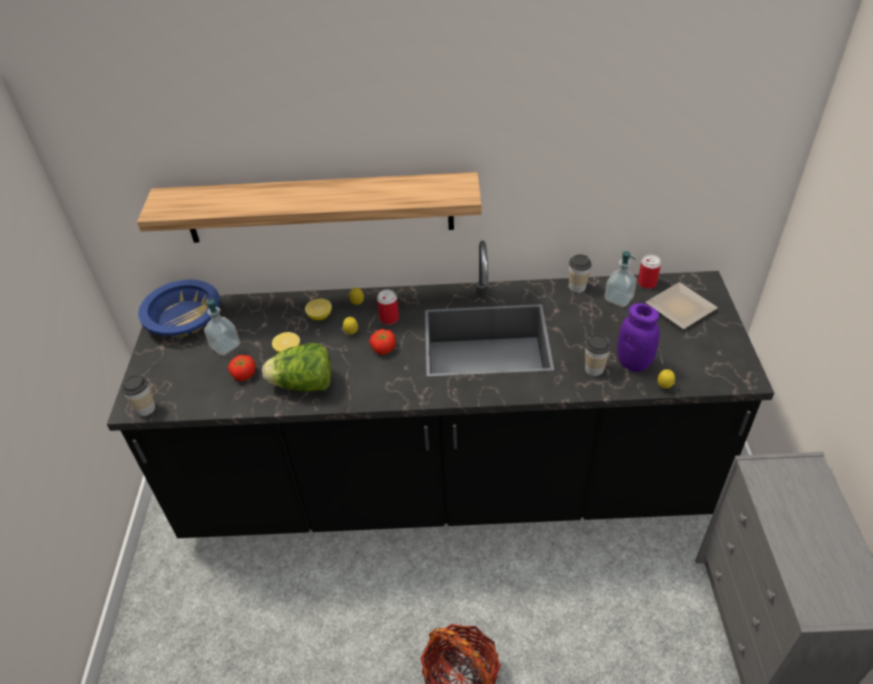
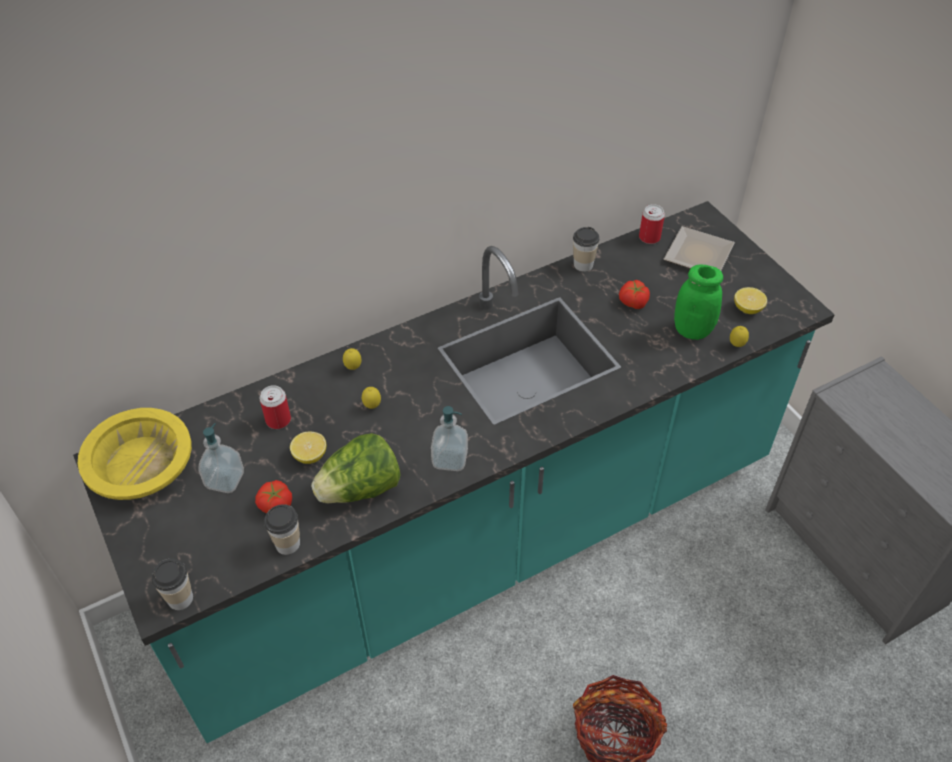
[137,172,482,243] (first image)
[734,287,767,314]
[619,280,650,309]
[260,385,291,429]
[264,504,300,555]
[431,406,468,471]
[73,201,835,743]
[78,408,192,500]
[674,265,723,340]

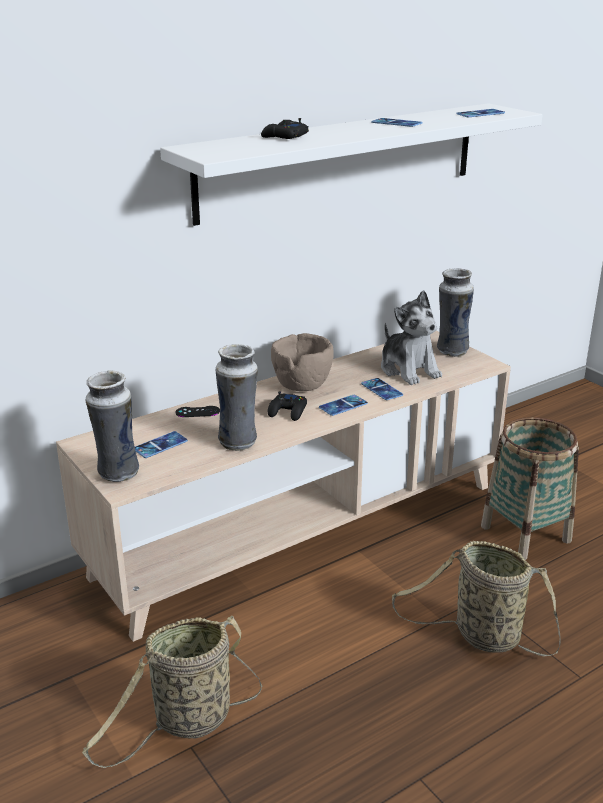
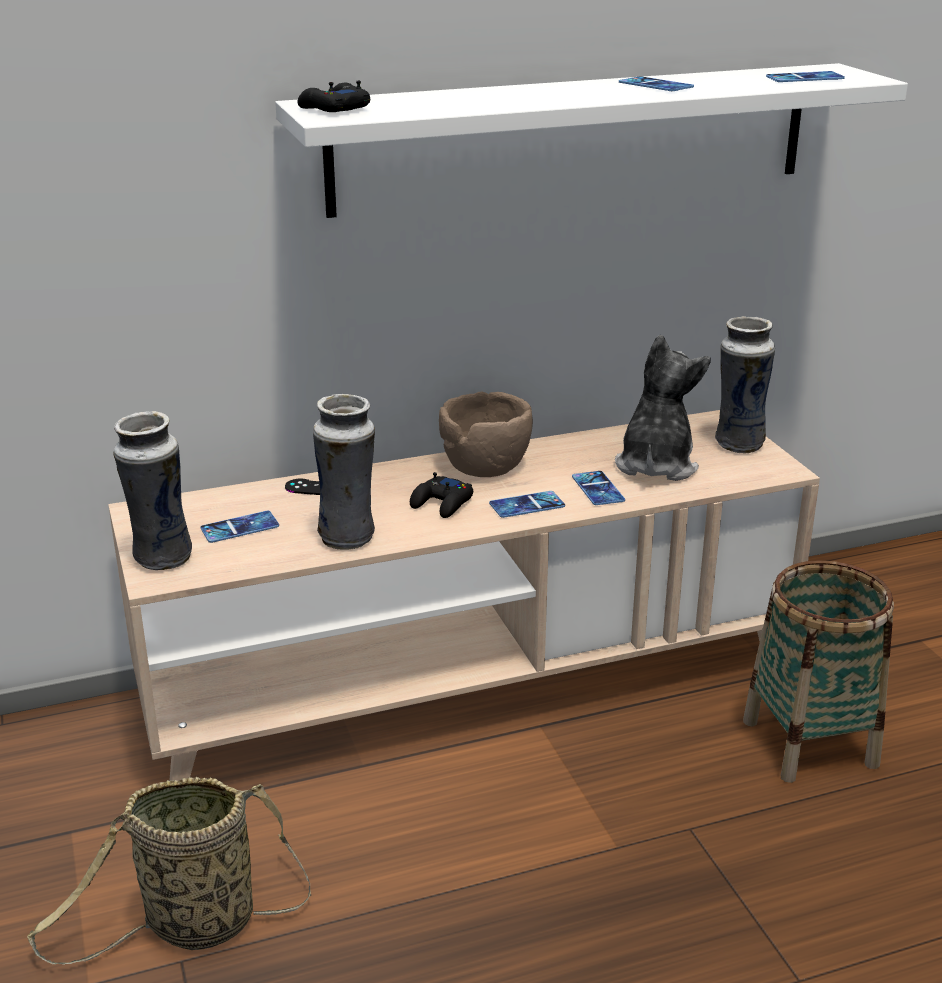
[392,541,561,656] (first image)
[298,81,370,112]
[615,335,711,481]

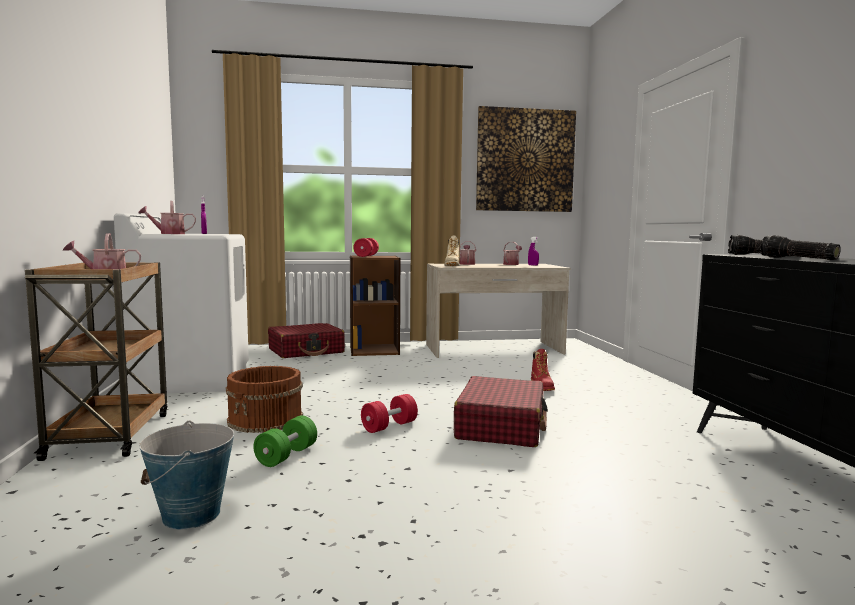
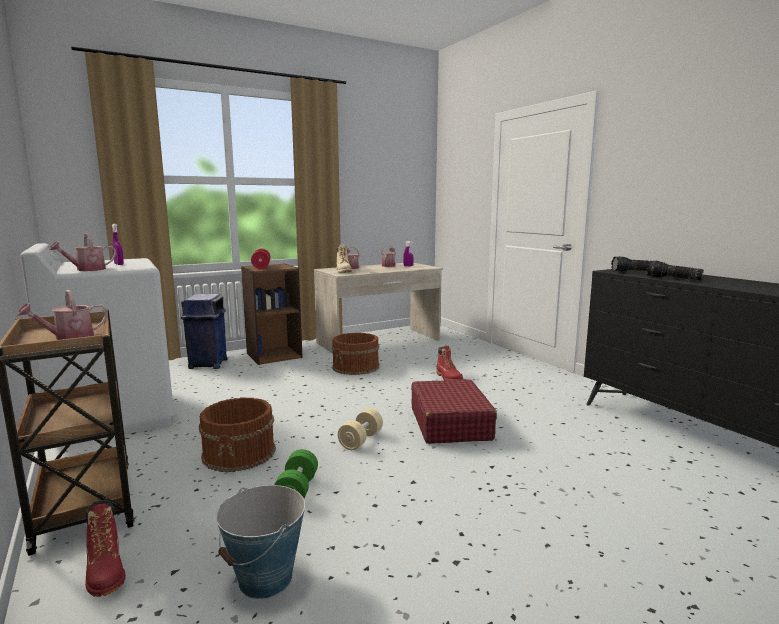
[476,106,576,212] (first image)
[85,500,126,597]
[332,333,379,375]
[181,294,228,369]
[338,408,383,450]

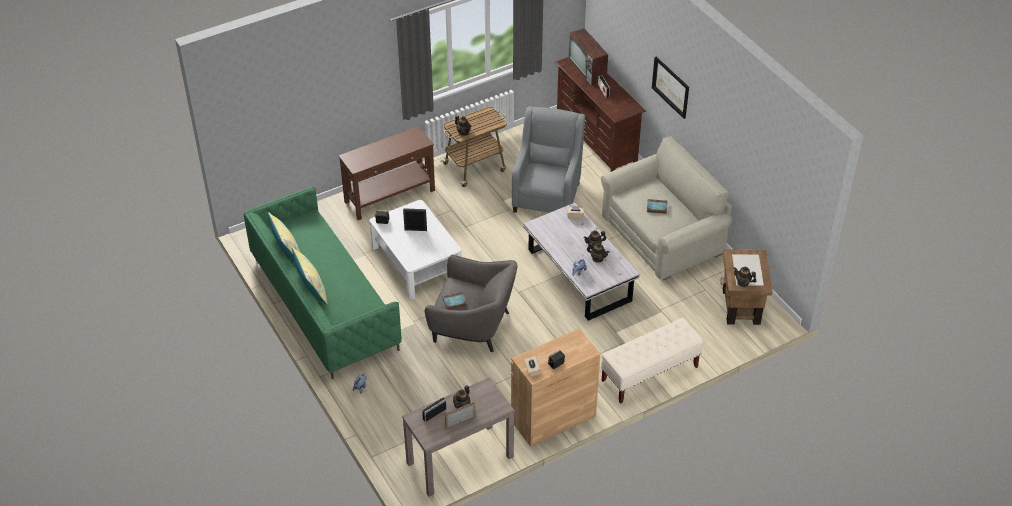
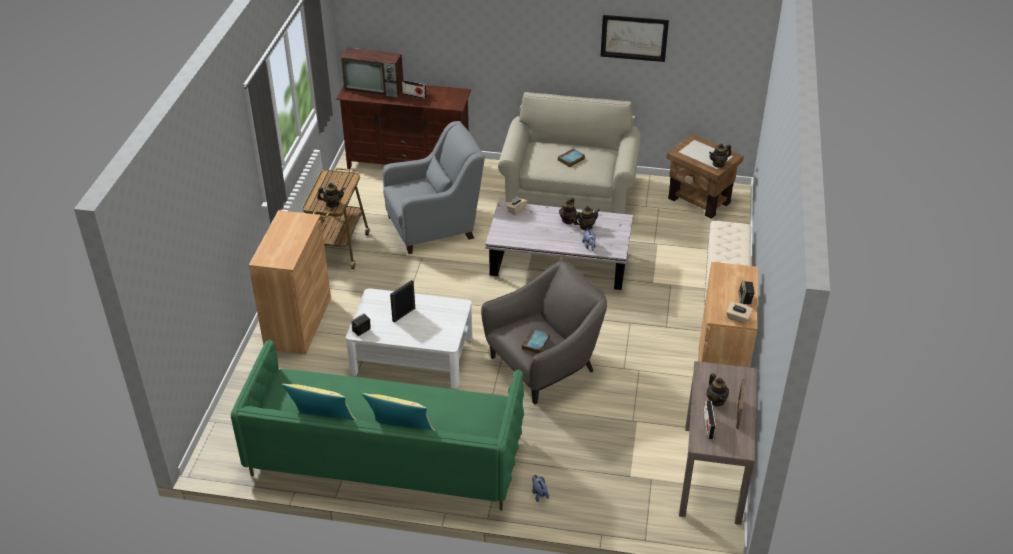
[600,15,669,62]
[249,210,331,354]
[383,121,485,254]

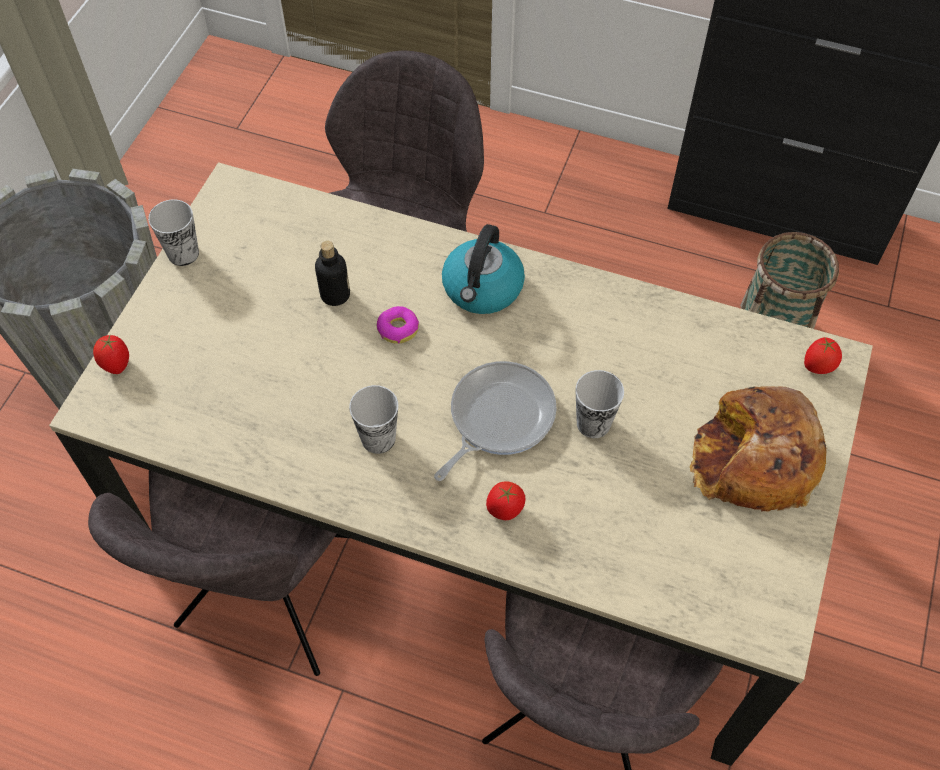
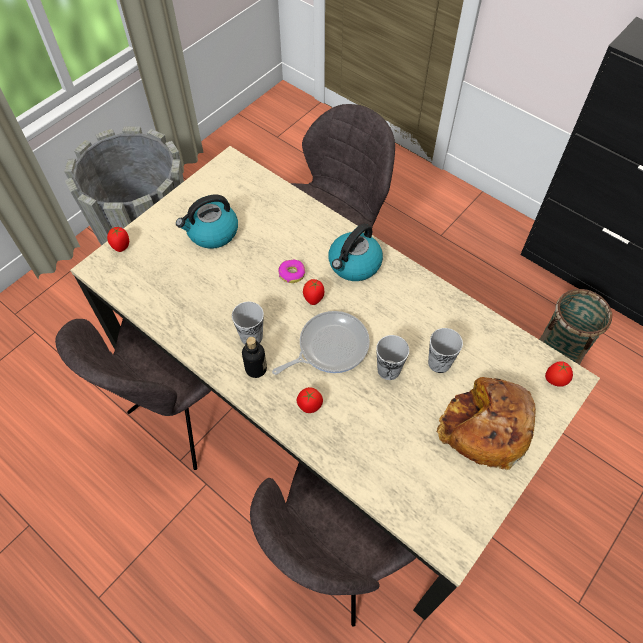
[176,195,238,249]
[303,279,324,305]
[428,328,463,373]
[242,337,267,378]

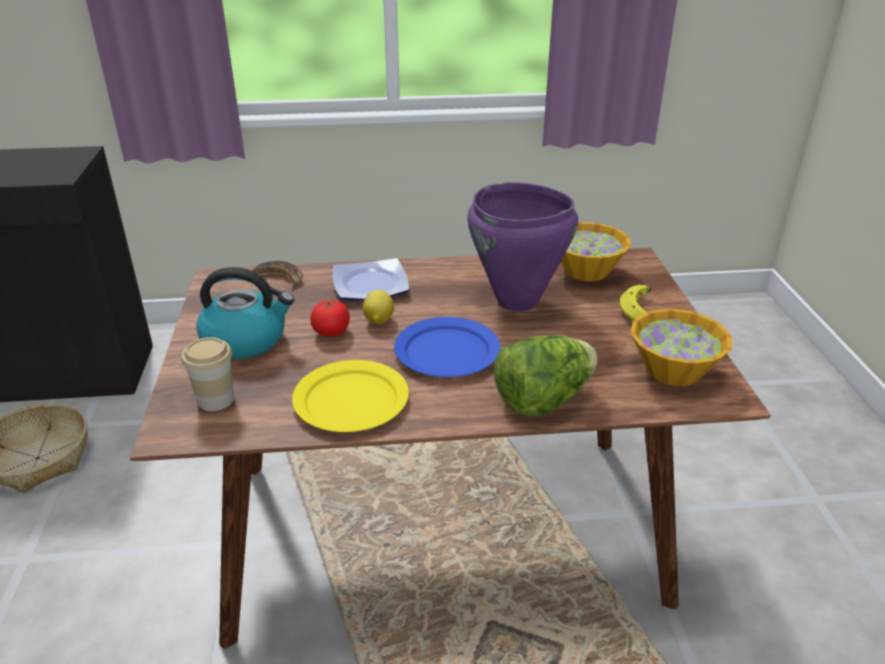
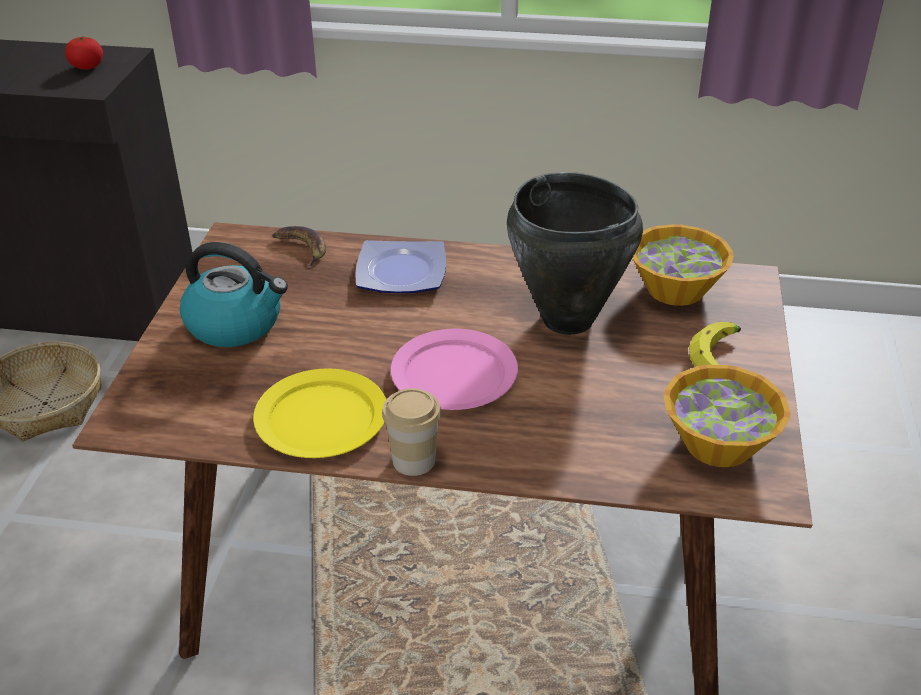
[363,290,394,324] (first image)
[493,335,598,417] (first image)
[382,388,441,476]
[65,37,103,69]
[391,329,518,410]
[507,172,643,335]

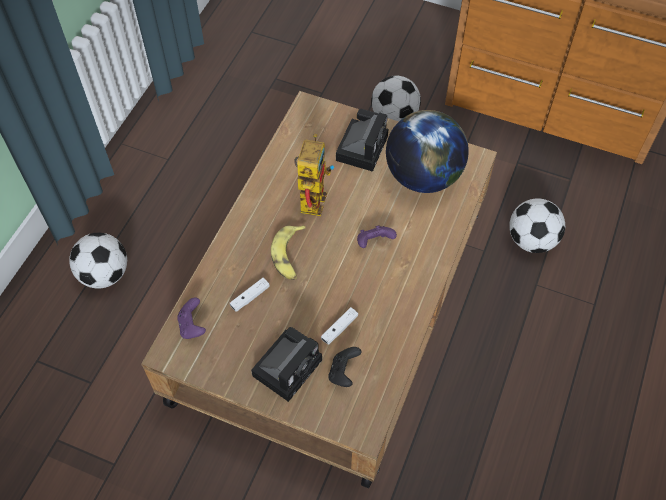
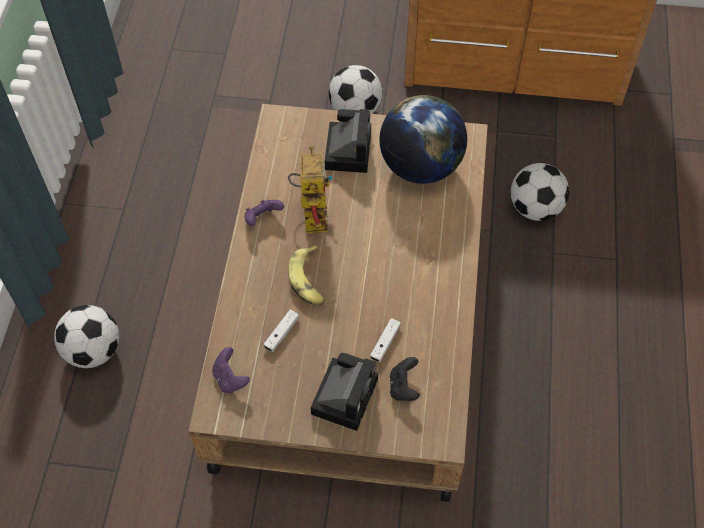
[244,200,284,226]

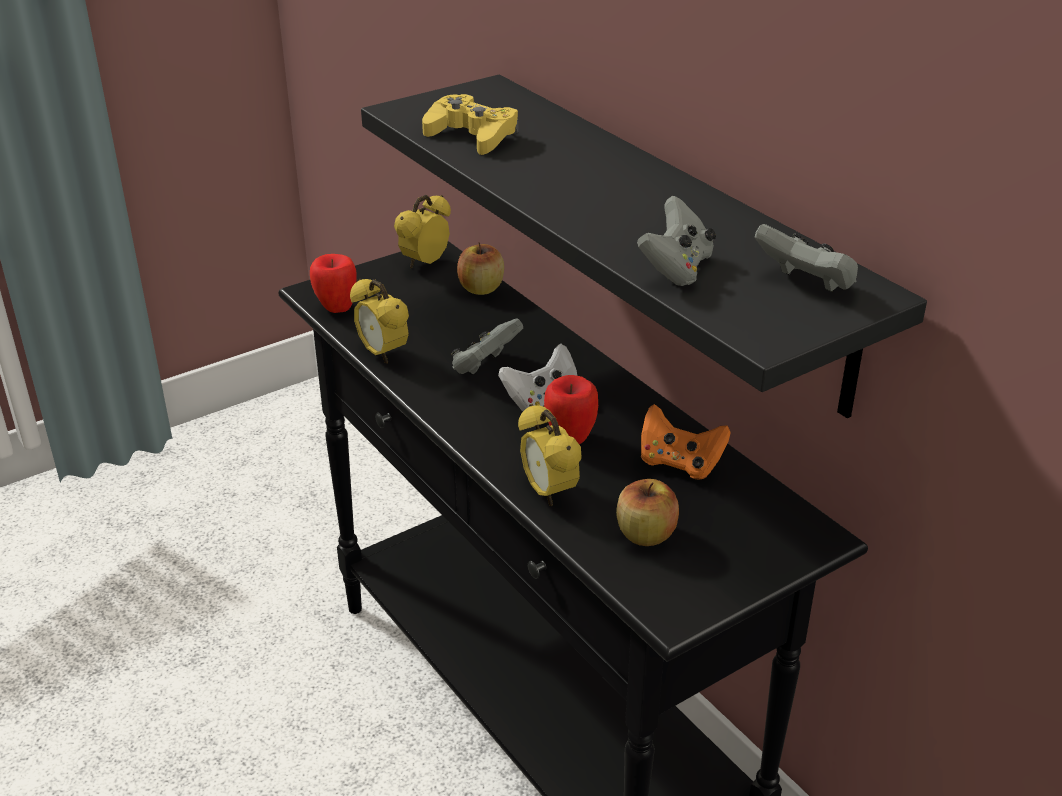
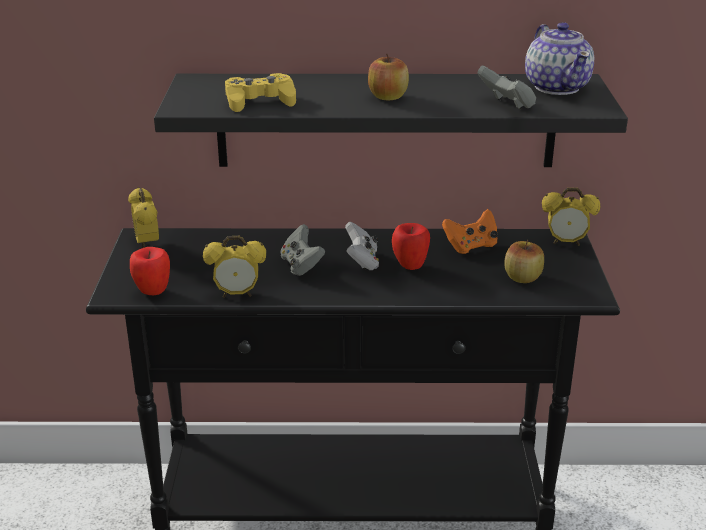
[368,54,409,100]
[542,188,600,246]
[525,22,594,95]

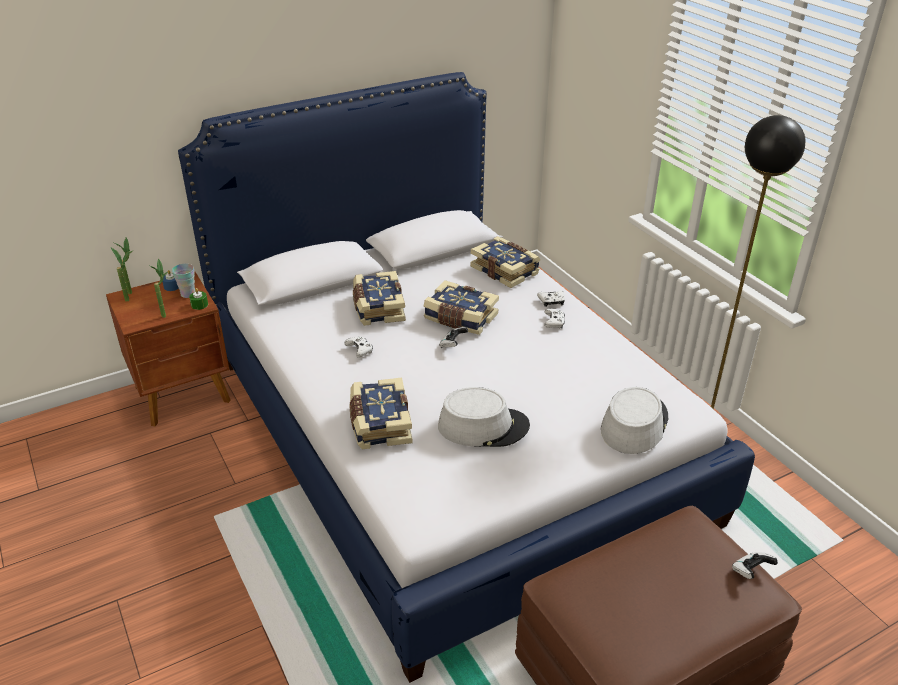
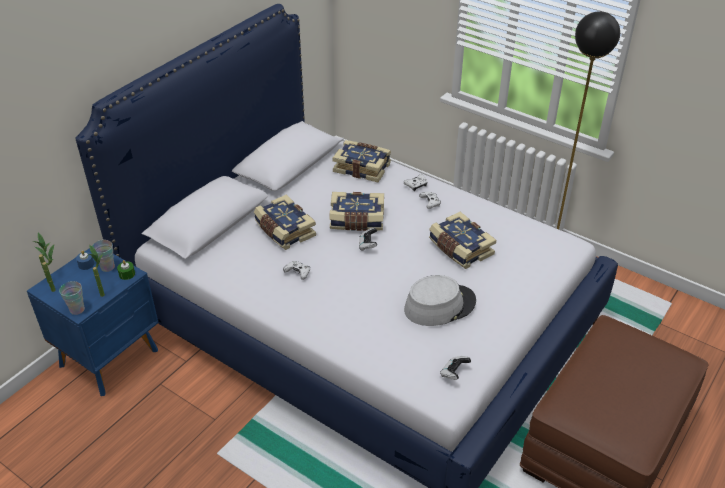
[601,387,668,454] (first image)
[59,281,85,315]
[429,212,496,269]
[440,356,471,380]
[27,248,159,396]

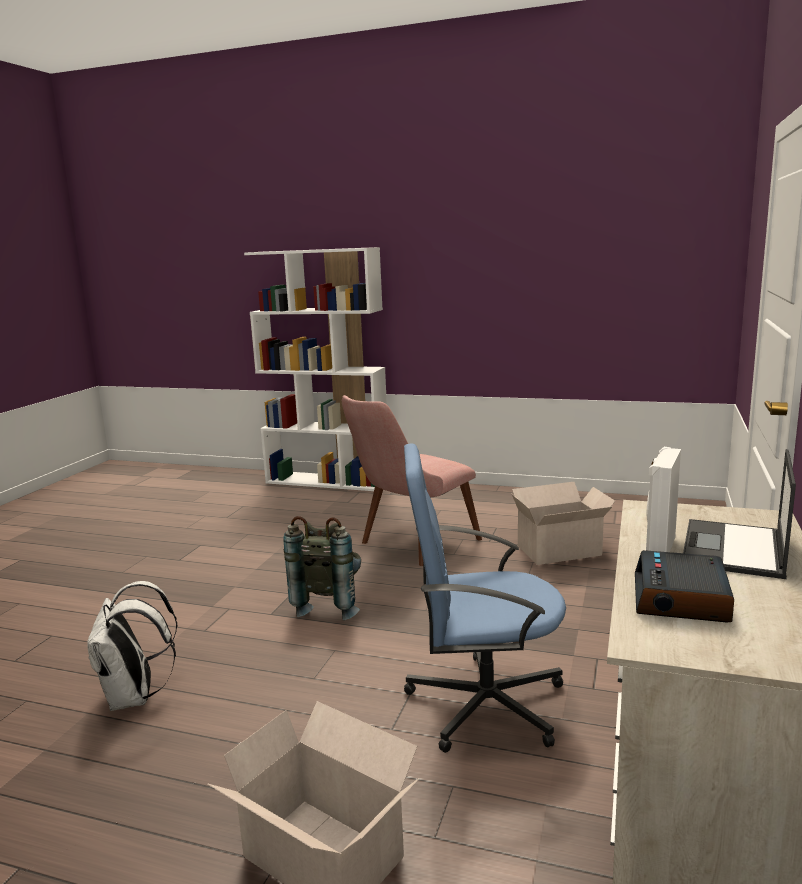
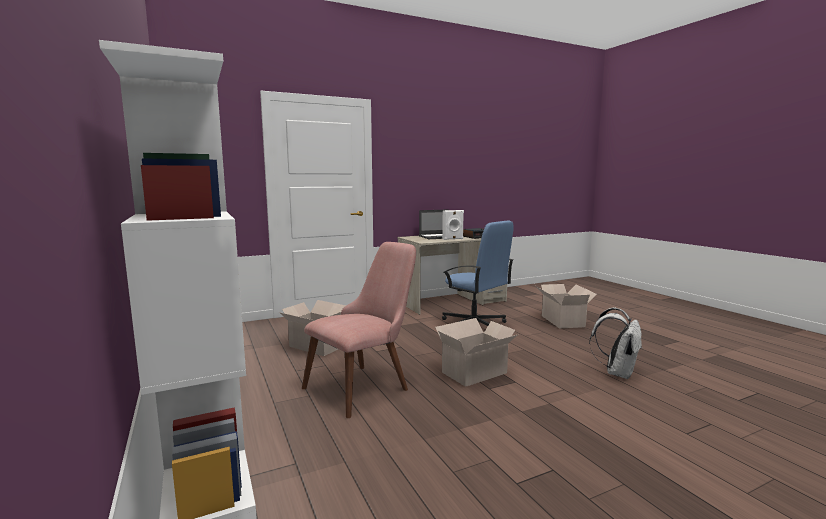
[435,318,517,387]
[302,242,416,418]

